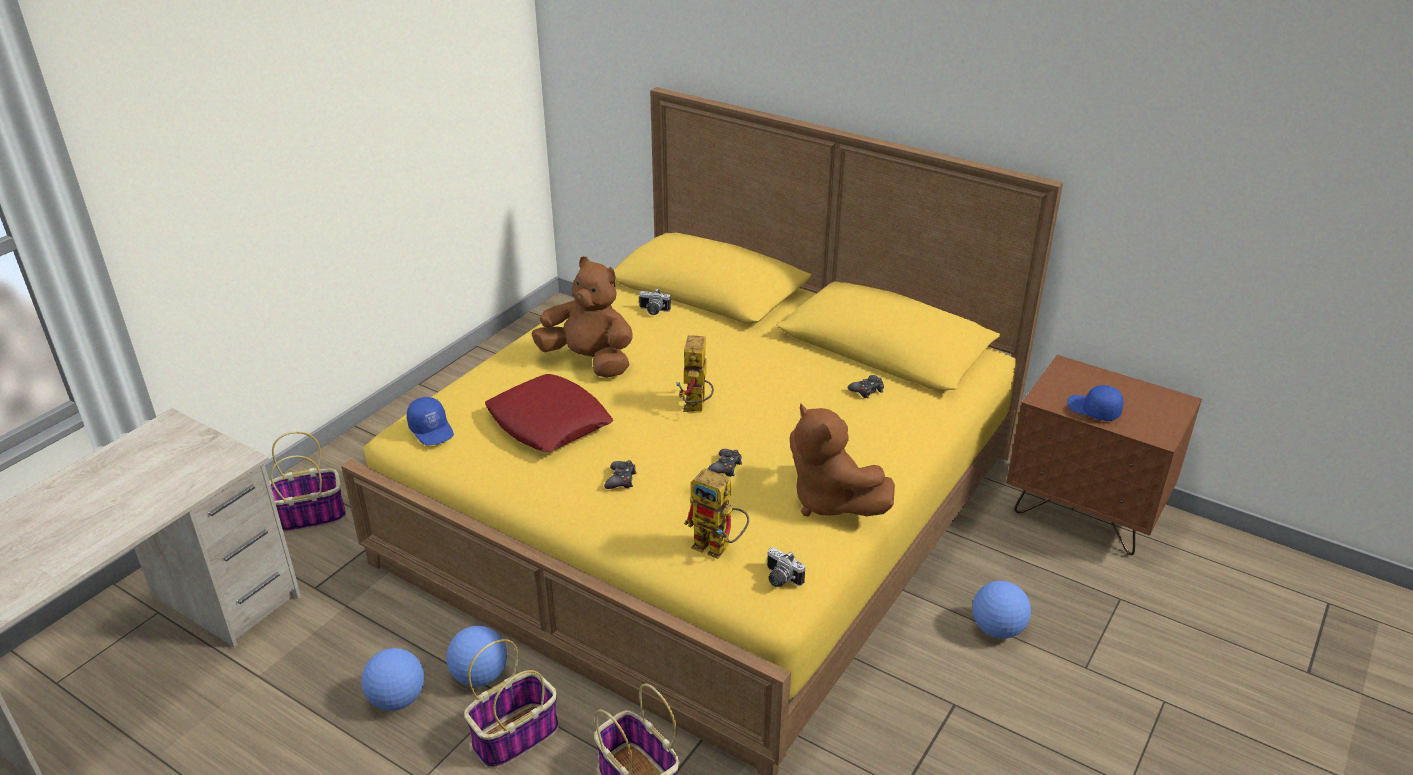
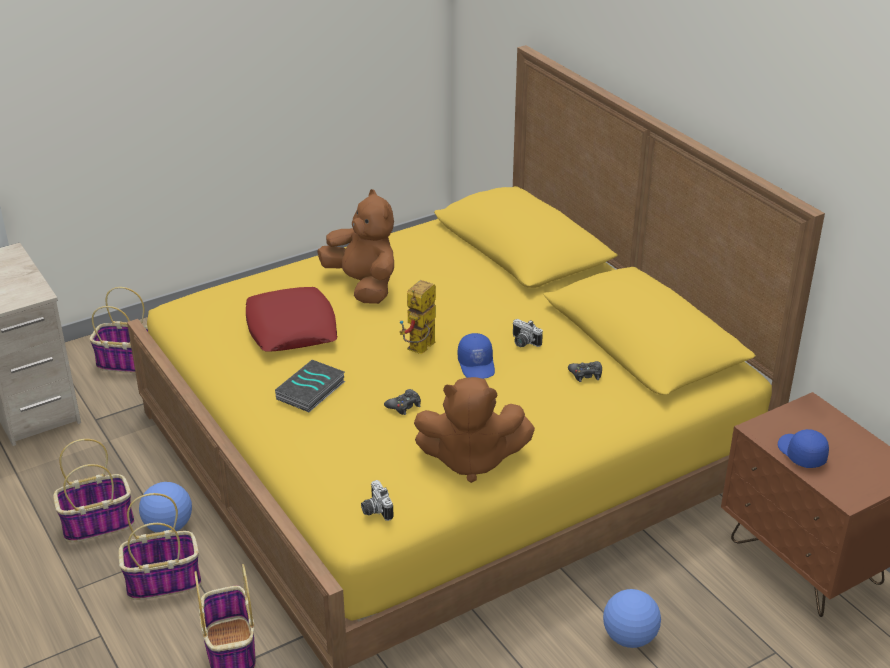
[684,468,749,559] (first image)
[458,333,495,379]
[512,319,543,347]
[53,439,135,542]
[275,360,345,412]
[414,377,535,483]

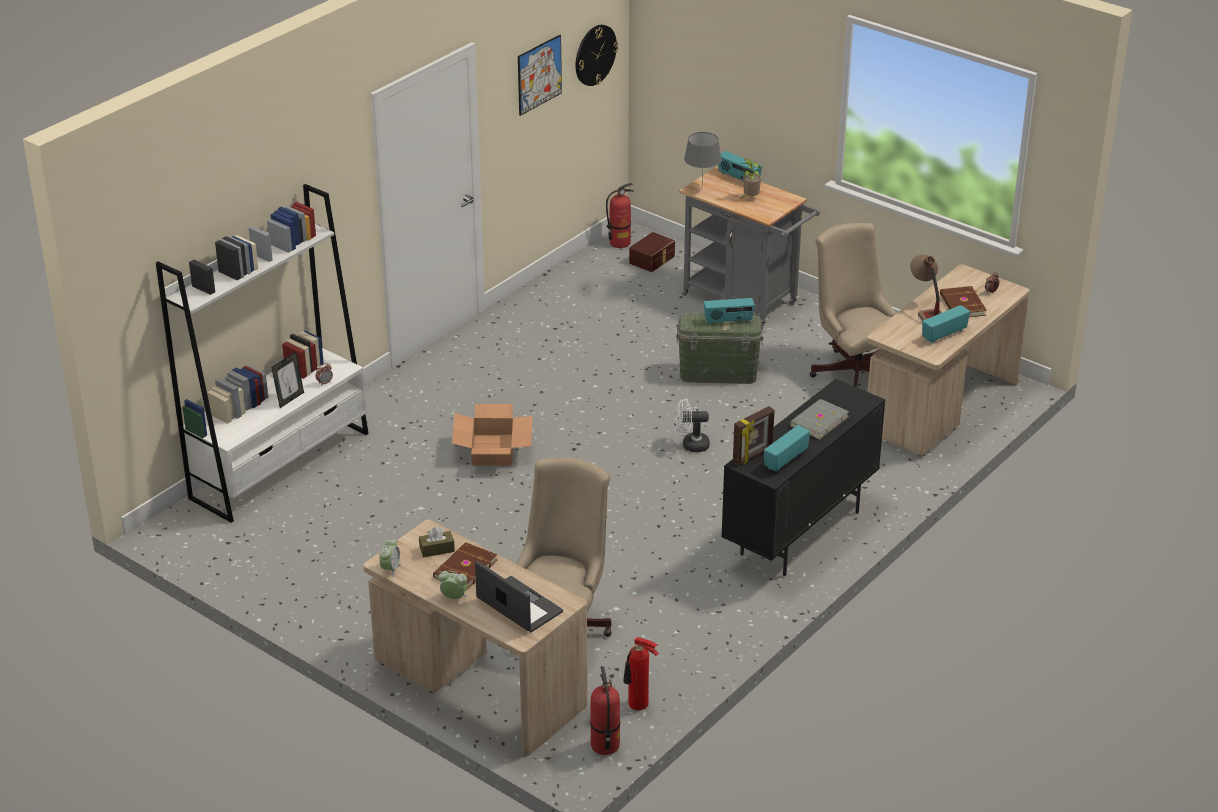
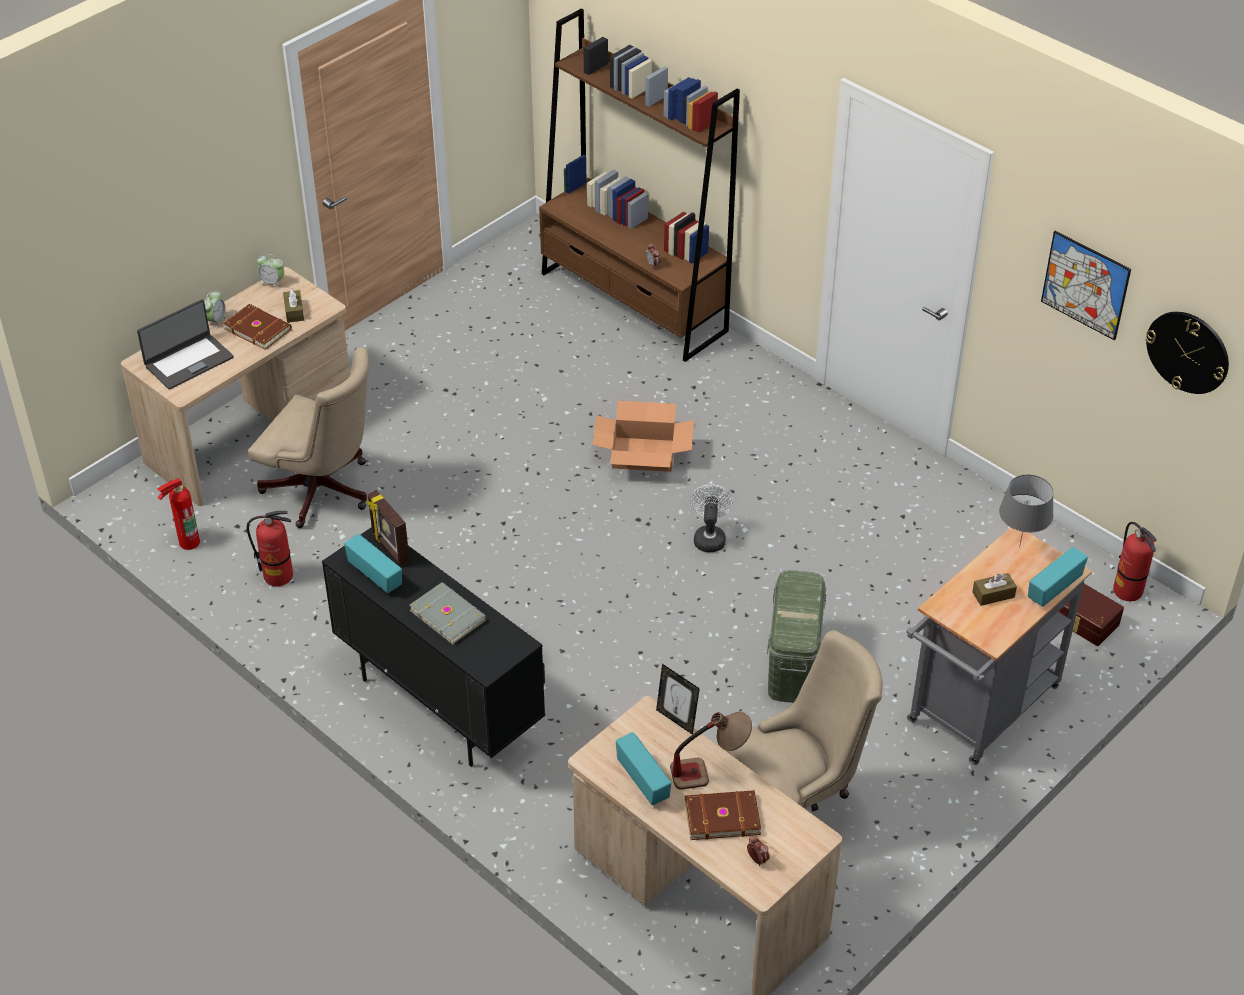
[704,298,755,325] (first image)
[656,664,700,735]
[247,511,293,586]
[690,484,733,552]
[972,573,1017,606]
[539,8,740,362]

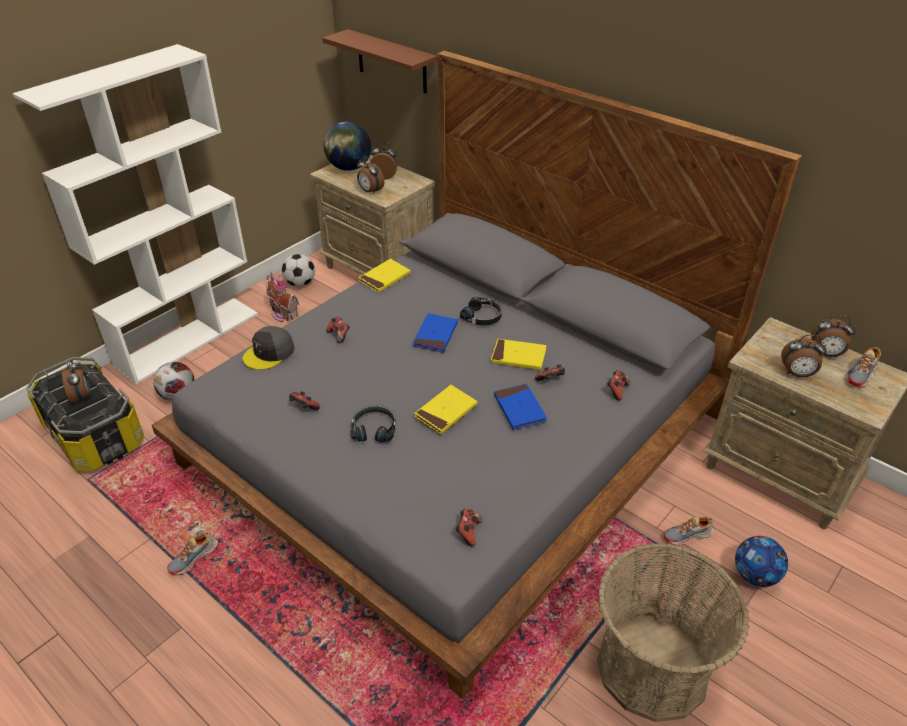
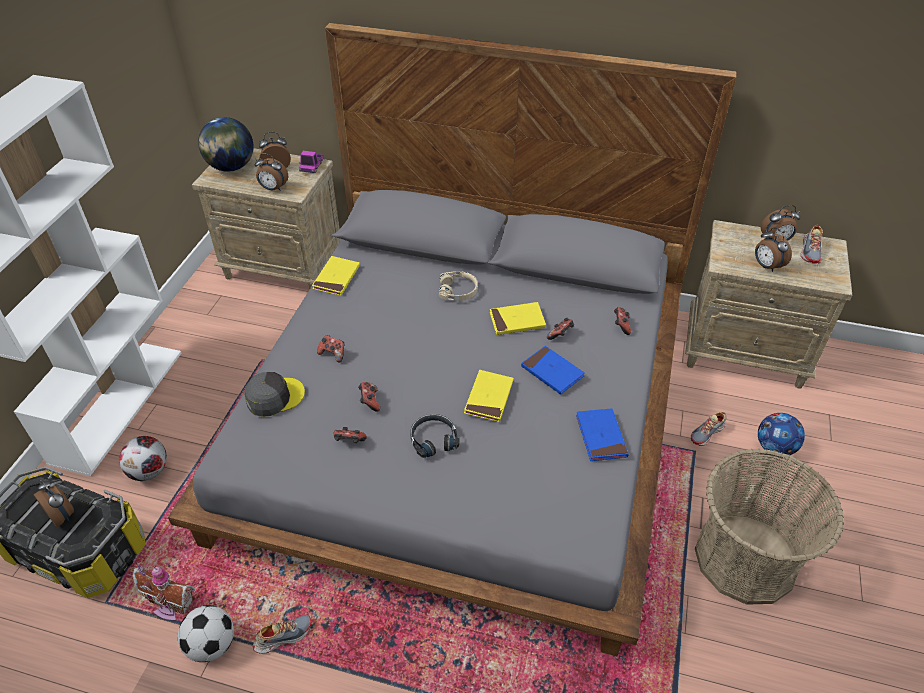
[322,29,437,94] (first image)
[299,151,324,173]
[130,563,195,620]
[178,605,234,662]
[576,408,629,461]
[358,382,380,412]
[439,271,478,301]
[253,615,311,654]
[244,372,305,417]
[755,228,792,272]

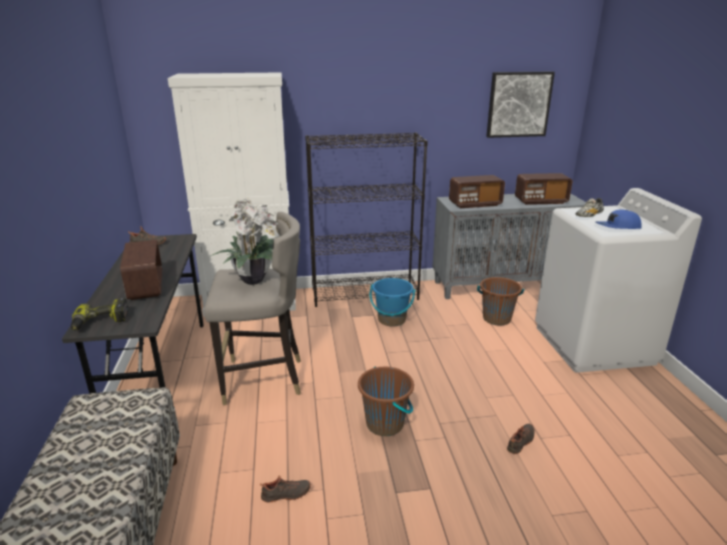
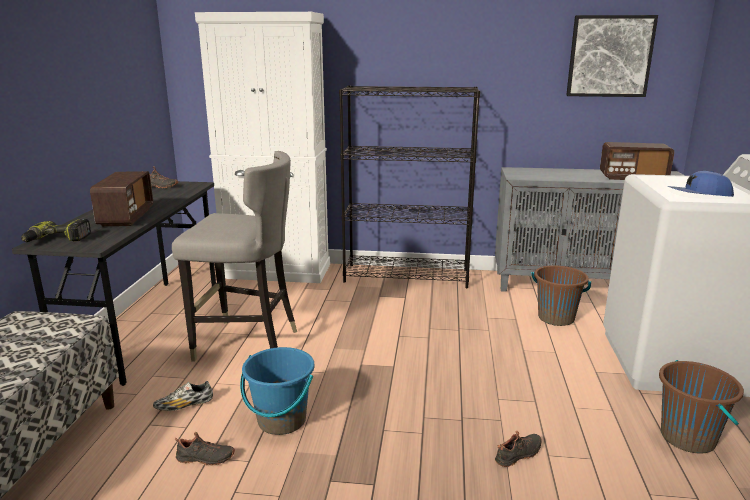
[211,198,279,285] (first image)
[449,175,505,208] (first image)
[659,360,744,454]
[240,347,314,435]
[153,381,213,411]

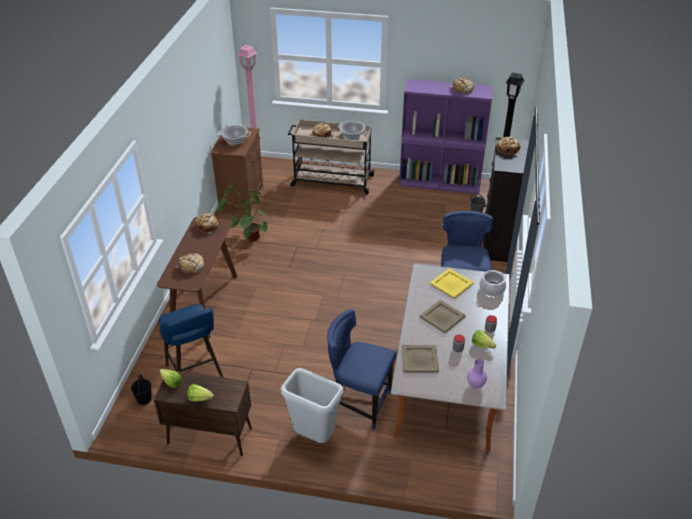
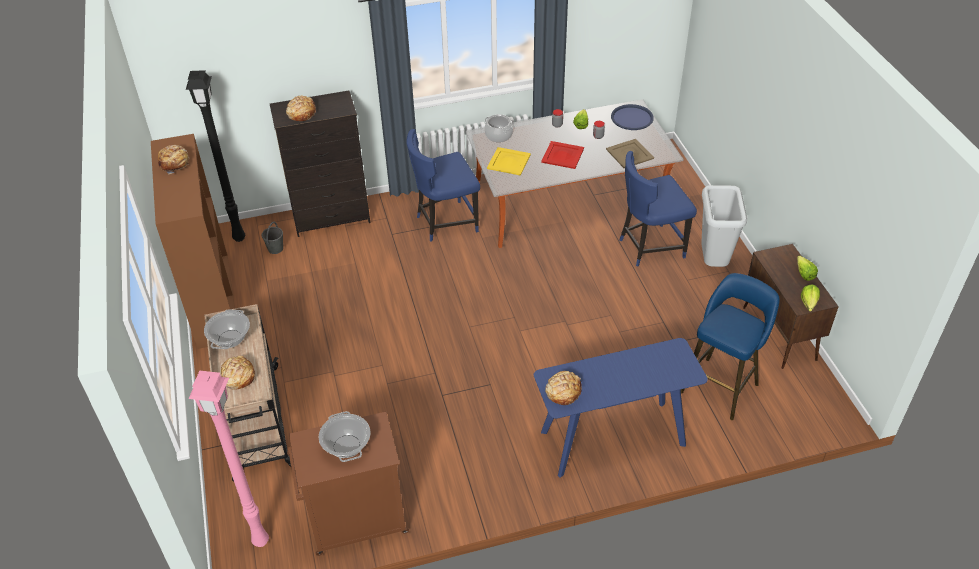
[131,375,152,405] (first image)
[176,253,204,274] (first image)
[218,183,270,241] (first image)
[611,104,654,130]
[534,338,708,478]
[151,134,235,349]
[541,141,584,169]
[619,151,697,267]

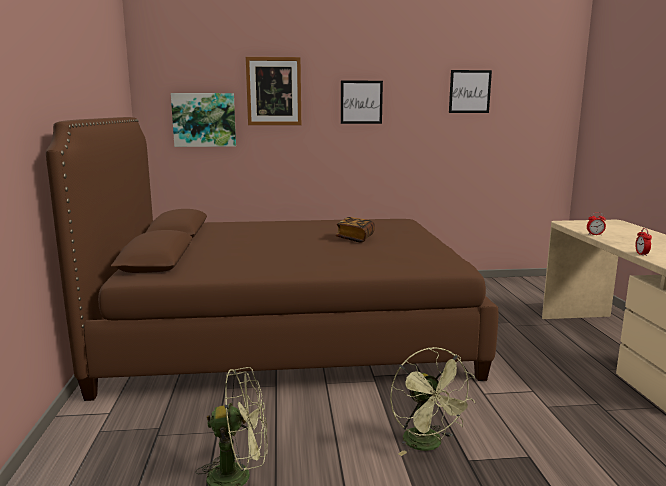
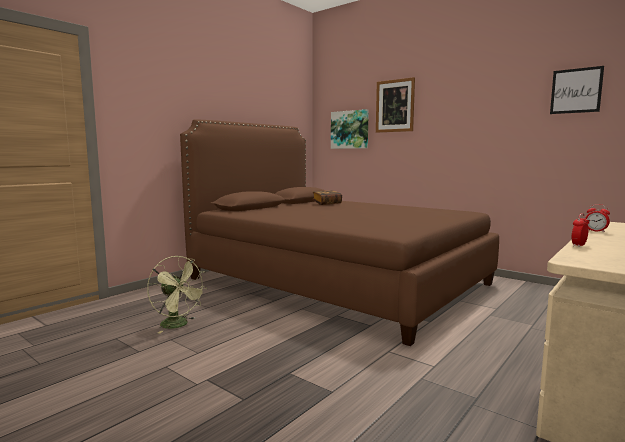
[341,80,383,124] (first image)
[390,347,476,456] (first image)
[313,190,342,205]

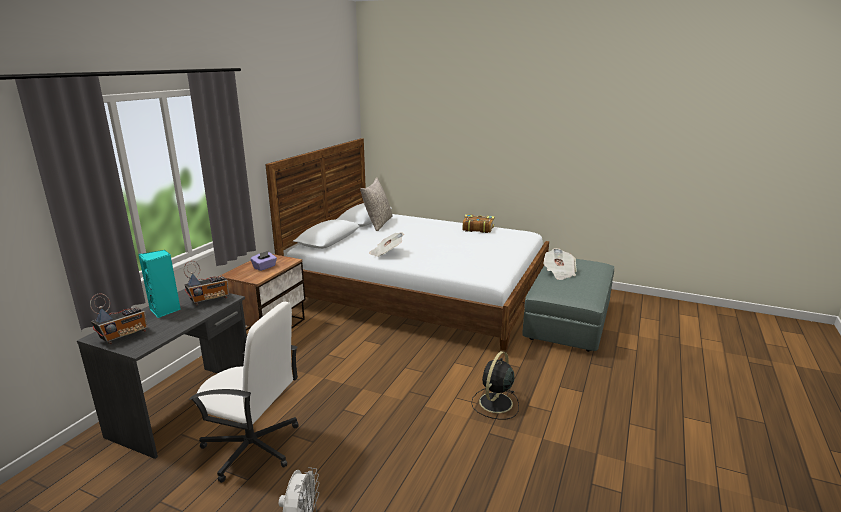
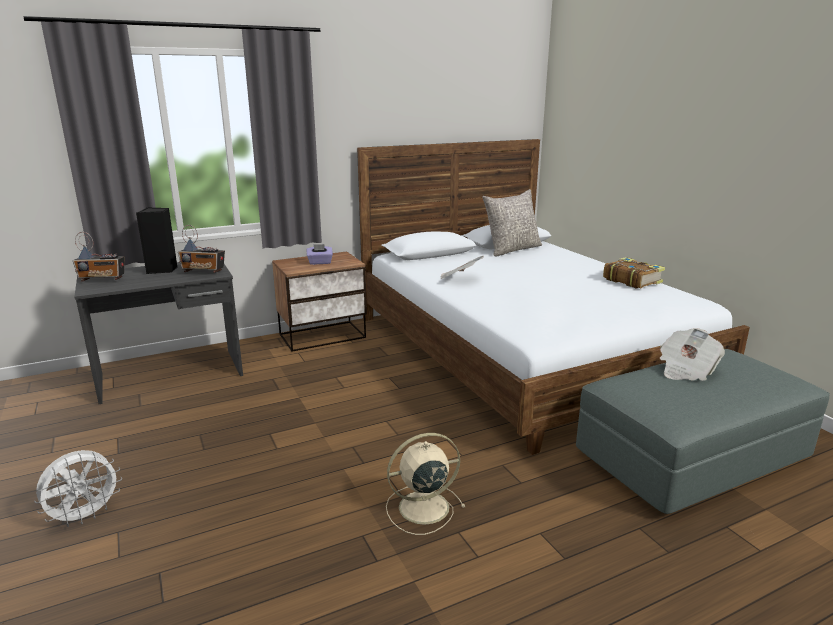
[189,302,299,483] (first image)
[136,207,178,274]
[386,433,465,535]

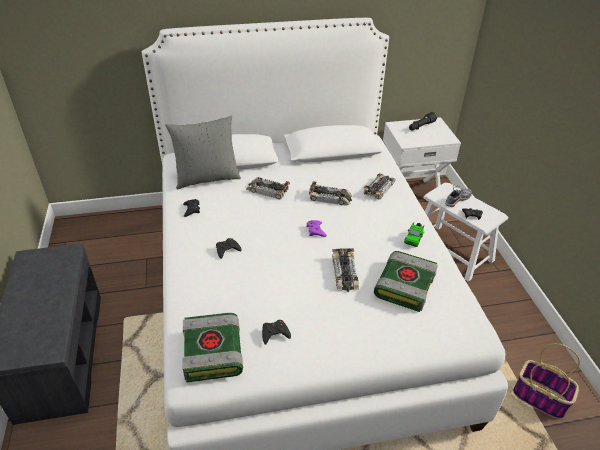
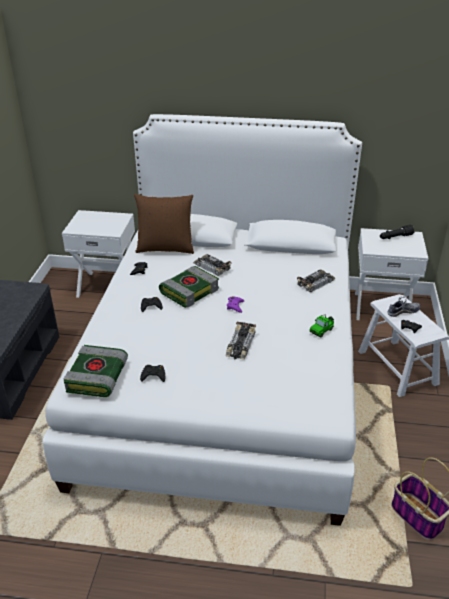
[309,181,352,205] (first image)
[62,210,135,298]
[159,266,219,308]
[134,194,194,254]

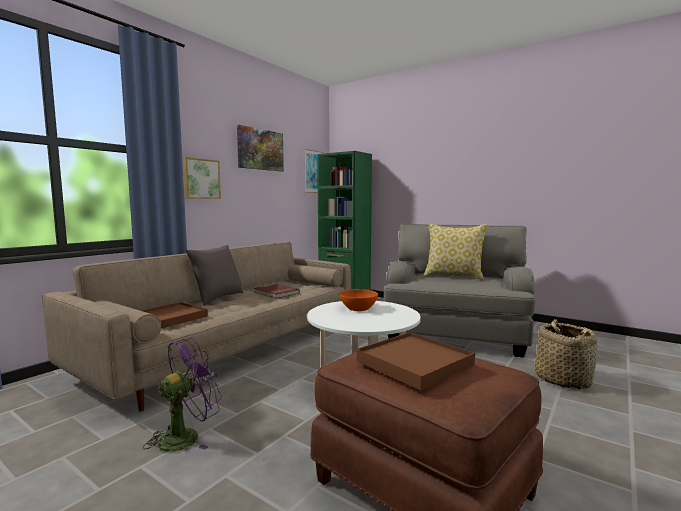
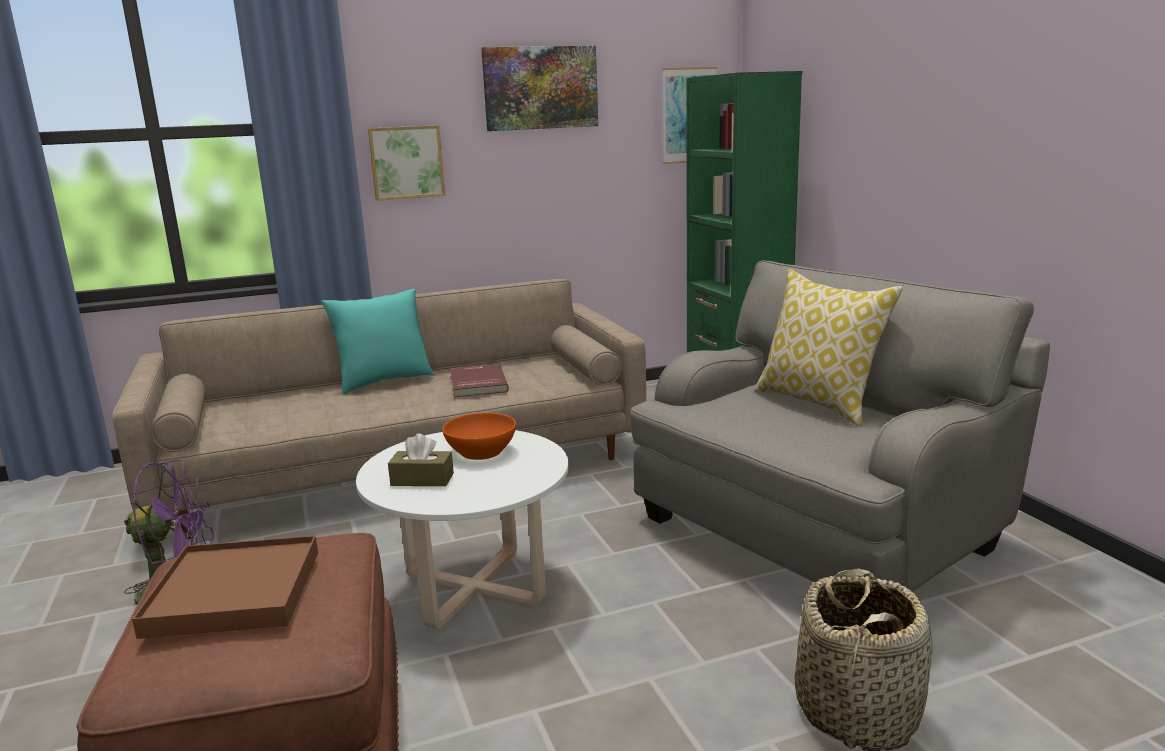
[142,302,208,328] (first image)
[388,433,454,486]
[321,289,434,394]

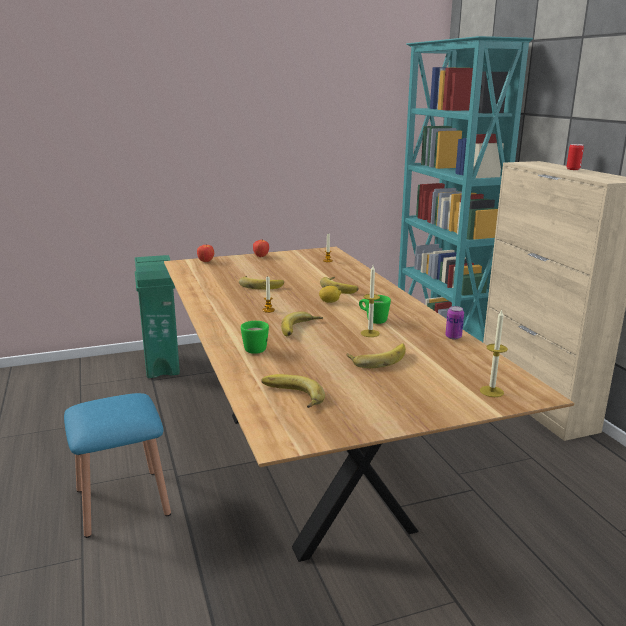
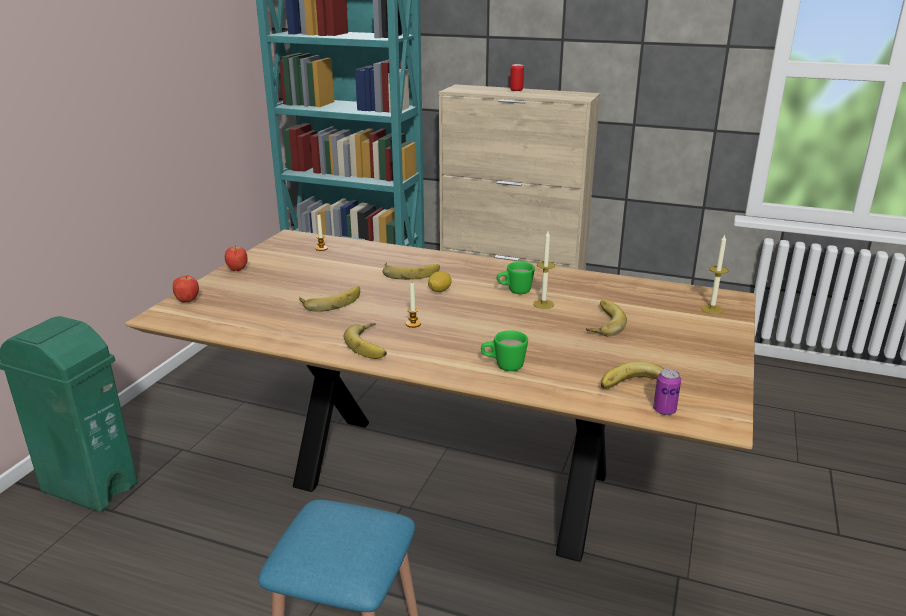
[344,323,387,359]
[653,369,681,415]

